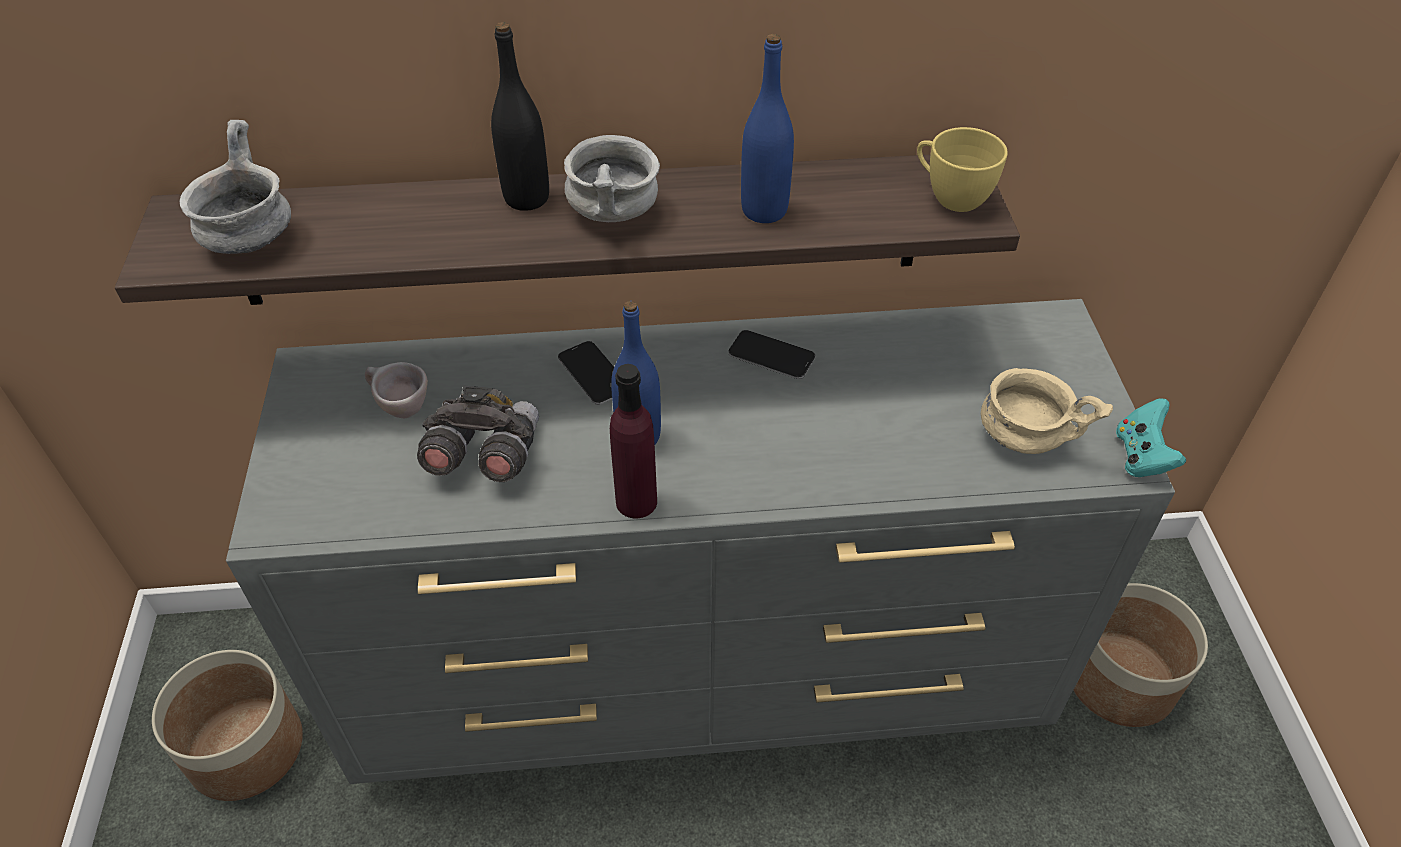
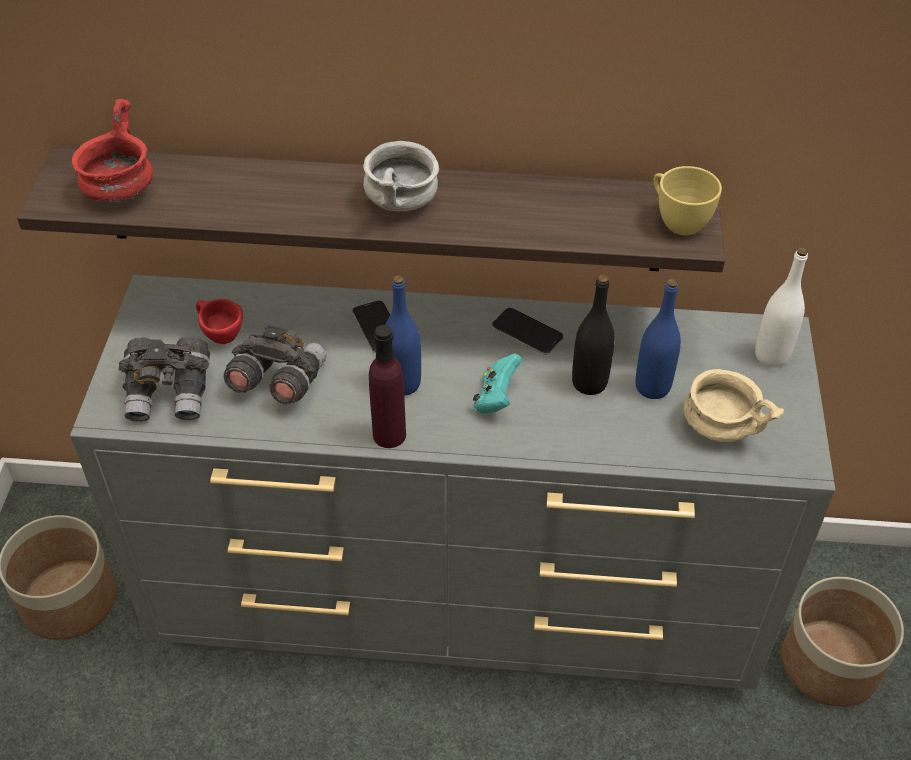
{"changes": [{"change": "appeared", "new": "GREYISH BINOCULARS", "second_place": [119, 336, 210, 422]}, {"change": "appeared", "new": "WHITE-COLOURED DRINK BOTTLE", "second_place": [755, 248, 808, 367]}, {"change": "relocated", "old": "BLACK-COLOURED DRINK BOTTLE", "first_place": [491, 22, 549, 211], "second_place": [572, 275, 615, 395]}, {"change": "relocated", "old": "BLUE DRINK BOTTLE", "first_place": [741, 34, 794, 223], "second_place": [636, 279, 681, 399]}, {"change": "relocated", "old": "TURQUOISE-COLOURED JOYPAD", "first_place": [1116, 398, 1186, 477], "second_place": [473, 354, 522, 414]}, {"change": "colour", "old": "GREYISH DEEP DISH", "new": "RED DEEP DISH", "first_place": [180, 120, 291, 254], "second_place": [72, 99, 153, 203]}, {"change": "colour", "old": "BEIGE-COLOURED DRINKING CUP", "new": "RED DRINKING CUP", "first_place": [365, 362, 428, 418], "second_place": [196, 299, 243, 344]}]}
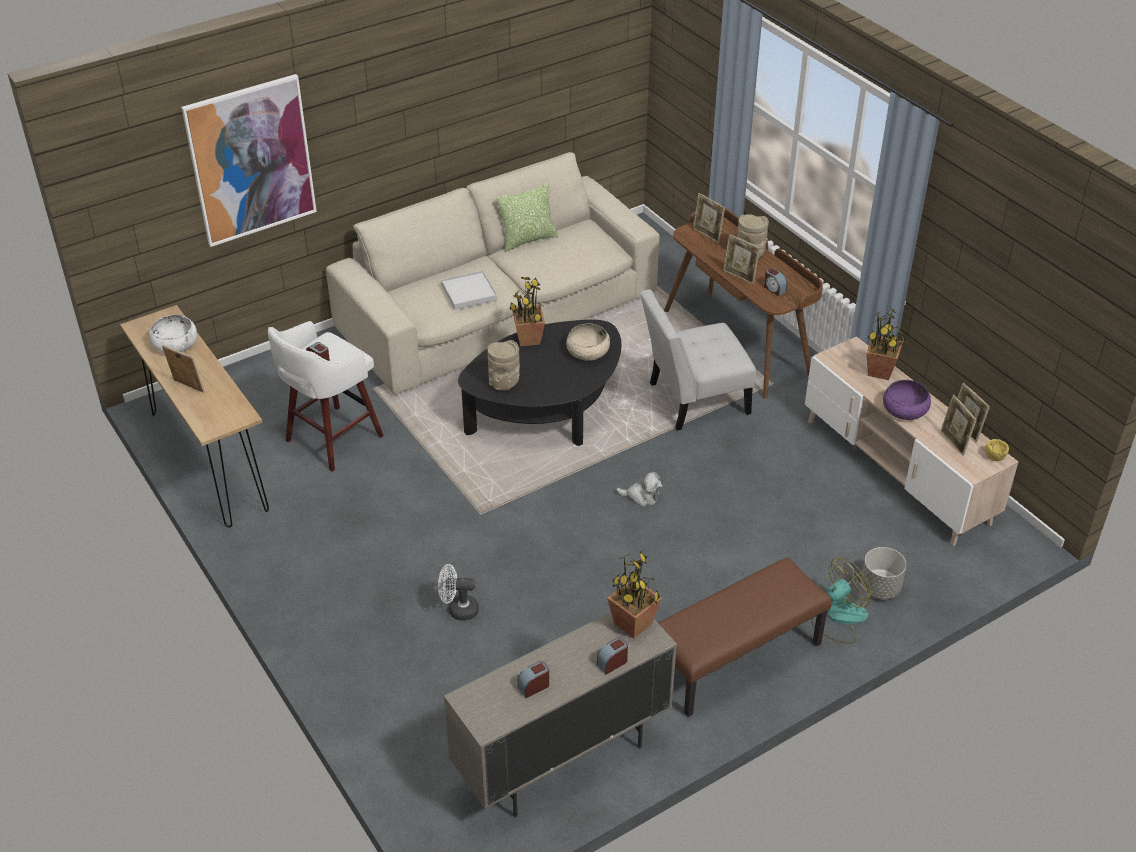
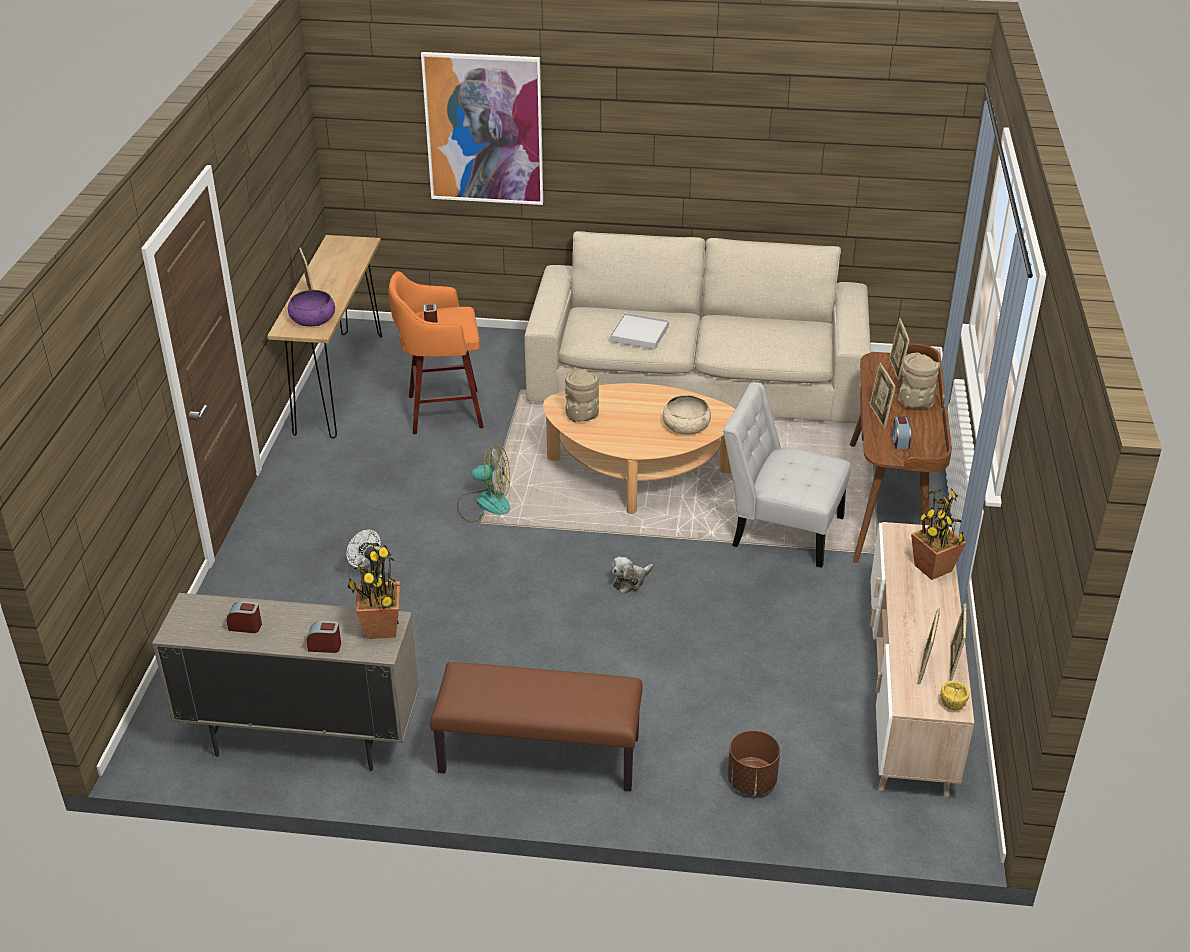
{"changes": [{"change": "missing", "old": "WHITE-COLOURED DEEP DISH", "first_place": [149, 315, 197, 353]}, {"change": "missing", "old": "PILLOW", "first_place": [496, 183, 558, 251]}, {"change": "missing", "old": "HOUSEPLANT", "first_place": [510, 277, 545, 347]}, {"change": "relocated", "old": "FAN", "first_place": [811, 558, 872, 644], "second_place": [457, 444, 510, 523]}, {"change": "relocated", "old": "PURPLE DEEP DISH", "first_place": [883, 380, 931, 420], "second_place": [288, 290, 335, 326]}, {"change": "colour", "old": "WHITE-COLOURED STOOL SEAT", "new": "ORANGEY STOOL SEAT", "first_place": [268, 321, 384, 472], "second_place": [388, 271, 484, 434]}, {"change": "colour", "old": "BLACK-COLOURED LOW TABLE", "new": "BEIGE-COLOURED LOW TABLE", "first_place": [458, 320, 622, 446], "second_place": [543, 383, 735, 514]}, {"change": "colour", "old": "GREYISH PLANT POT", "new": "BROWNISH PLANT POT", "first_place": [860, 547, 906, 599], "second_place": [728, 730, 780, 795]}, {"change": "spun", "old": "CUDDLY TOY", "first_place": [616, 472, 663, 507], "second_place": [612, 557, 654, 594], "degrees": 90}]}
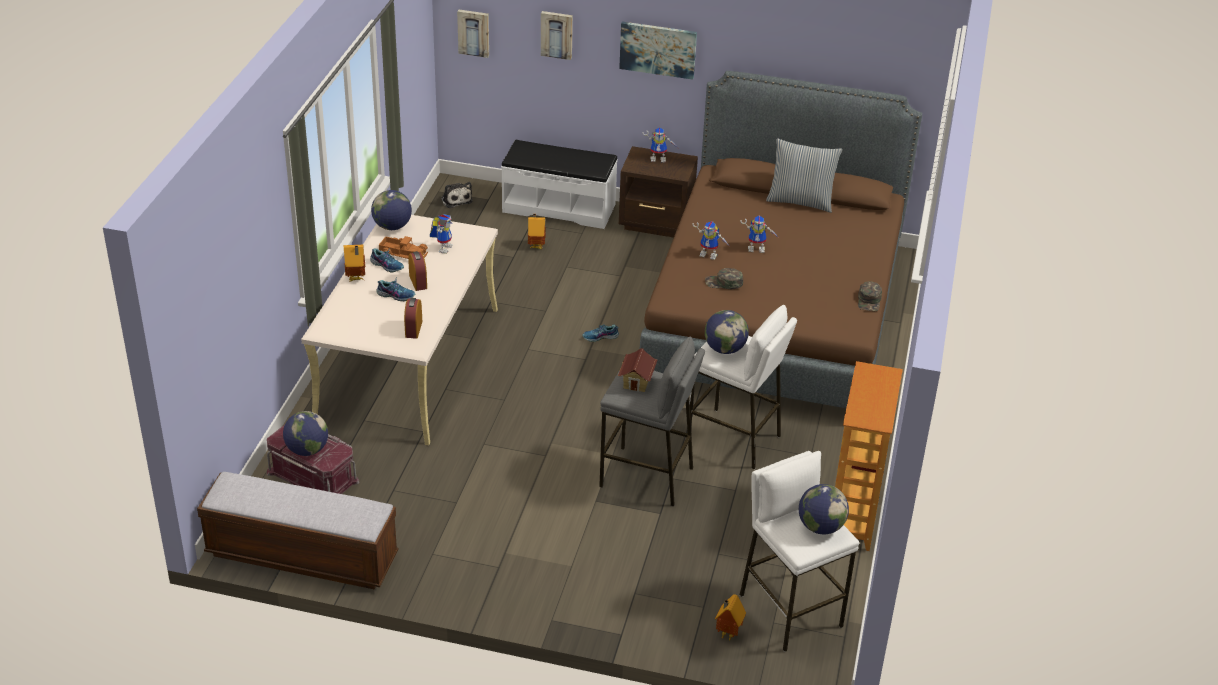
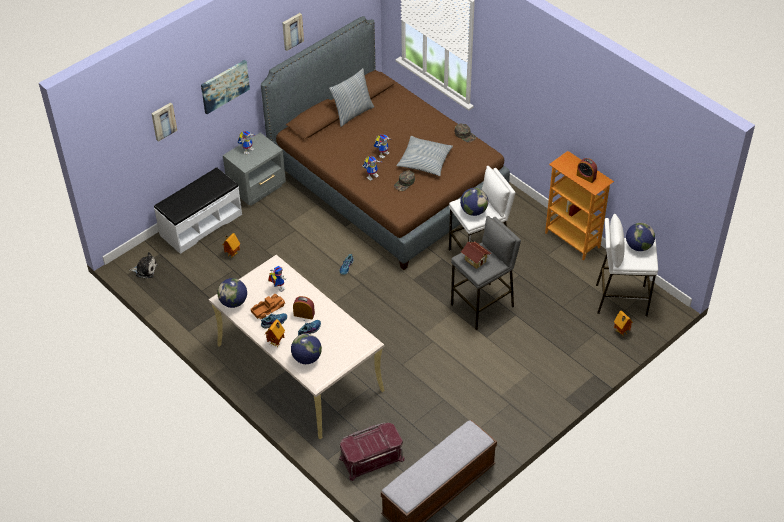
{"changes": [{"change": "appeared", "new": "PILLOW", "second_place": [397, 136, 453, 176]}, {"change": "relocated", "old": "GLOBE", "first_place": [283, 411, 328, 456], "second_place": [291, 334, 322, 364]}, {"change": "relocated", "old": "ALARM CLOCK", "first_place": [404, 298, 422, 339], "second_place": [577, 158, 597, 183]}, {"change": "relocated", "old": "WALL ART", "first_place": [457, 10, 489, 58], "second_place": [282, 13, 304, 51]}, {"change": "colour", "old": "BROWNISH BEDSIDE TABLE", "new": "GREYISH BEDSIDE TABLE", "first_place": [619, 146, 698, 237], "second_place": [223, 132, 286, 206]}]}
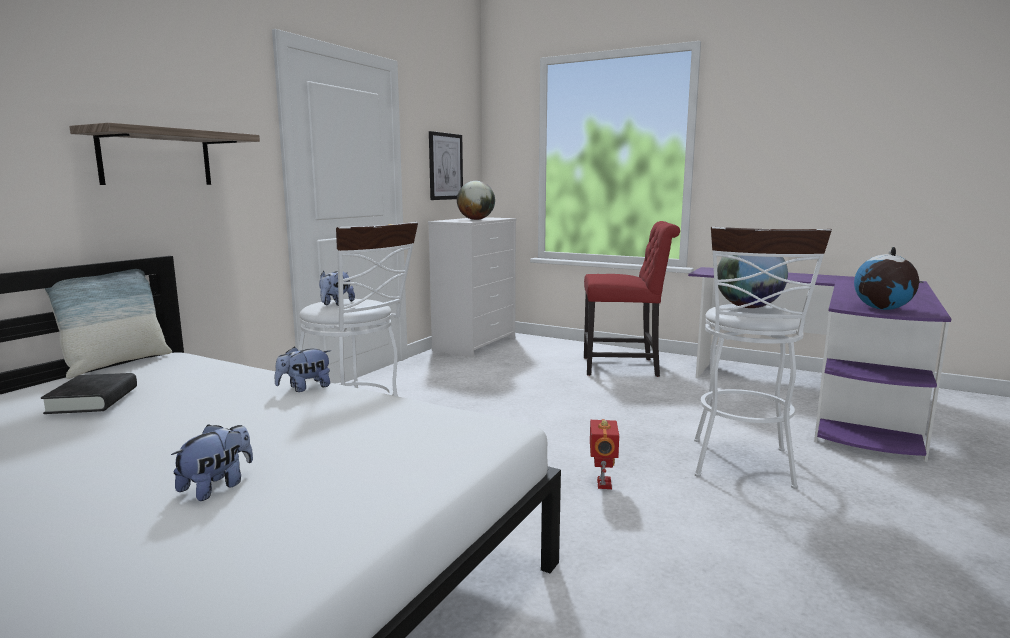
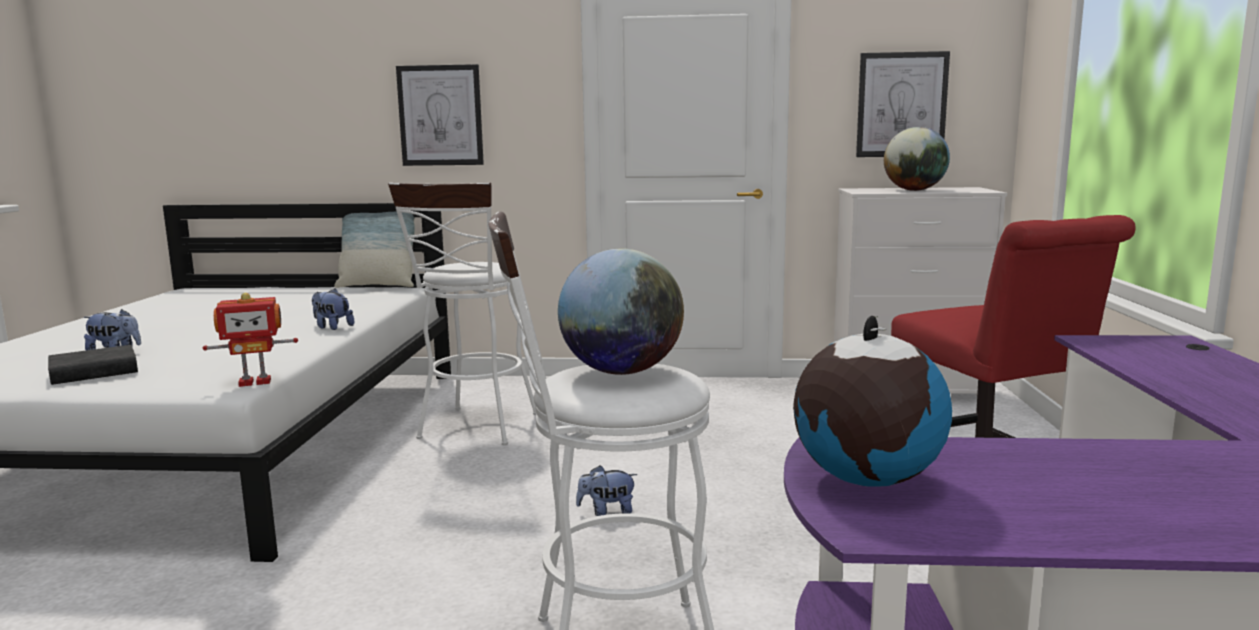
{"changes": [{"change": "relocated", "old": "BLACK-COLOURED BOUND BOOK", "first_place": [41, 373, 137, 414], "second_place": [48, 345, 138, 385]}, {"change": "relocated", "old": "CUDDLY TOY", "first_place": [319, 271, 355, 306], "second_place": [576, 465, 637, 516]}, {"change": "relocated", "old": "ROBOT FIGURE", "first_place": [590, 419, 620, 489], "second_place": [203, 293, 298, 387]}, {"change": "exchanged", "old": "WALL SHELF", "new": "WALL ART", "first_place": [69, 123, 260, 185], "second_place": [396, 64, 484, 166]}]}
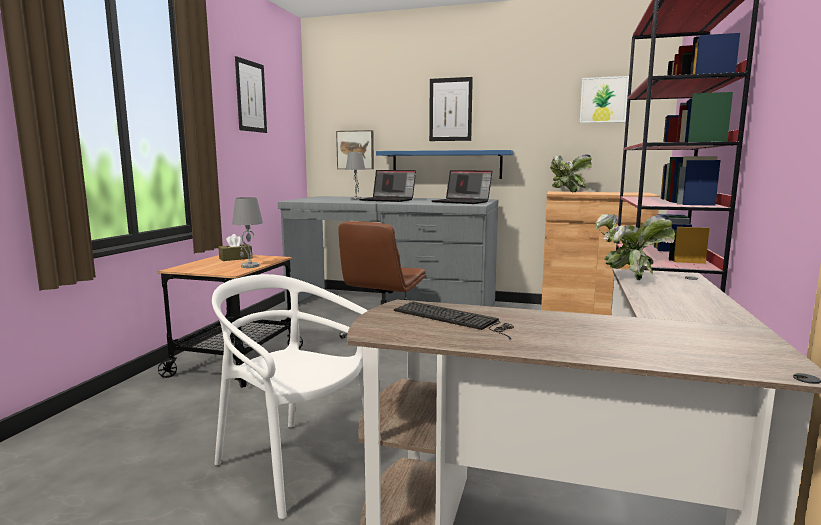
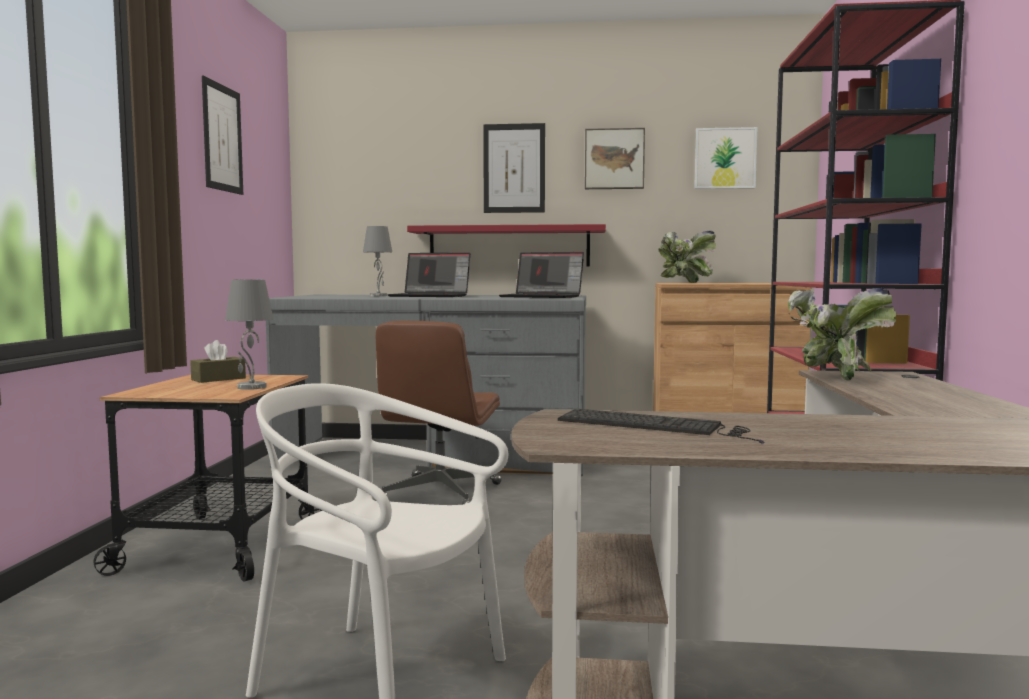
{"changes": [{"change": "relocated", "old": "WALL ART", "first_place": [336, 130, 374, 169], "second_place": [585, 128, 645, 189]}, {"change": "colour", "old": "BLUE WALL SHELF", "new": "RED WALL SHELF", "first_place": [376, 150, 513, 179], "second_place": [407, 224, 606, 266]}]}
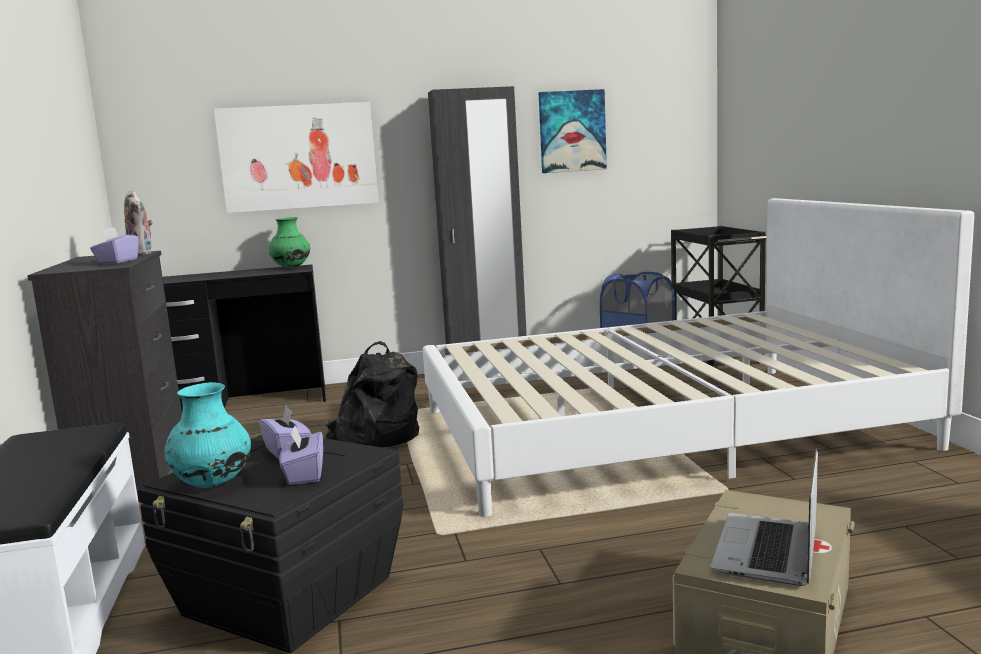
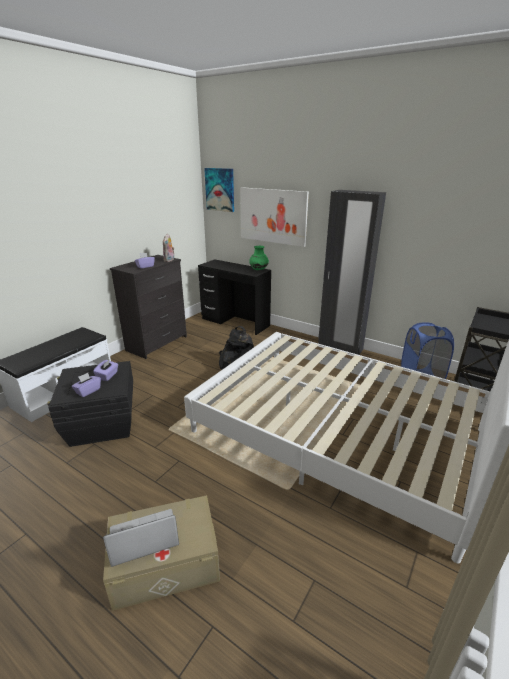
{"changes": [{"change": "missing", "old": "TURQUOISE-COLOURED VASE", "first_place": [164, 382, 251, 488]}, {"change": "relocated", "old": "WALL ART", "first_place": [539, 89, 607, 173], "second_place": [204, 168, 234, 212]}]}
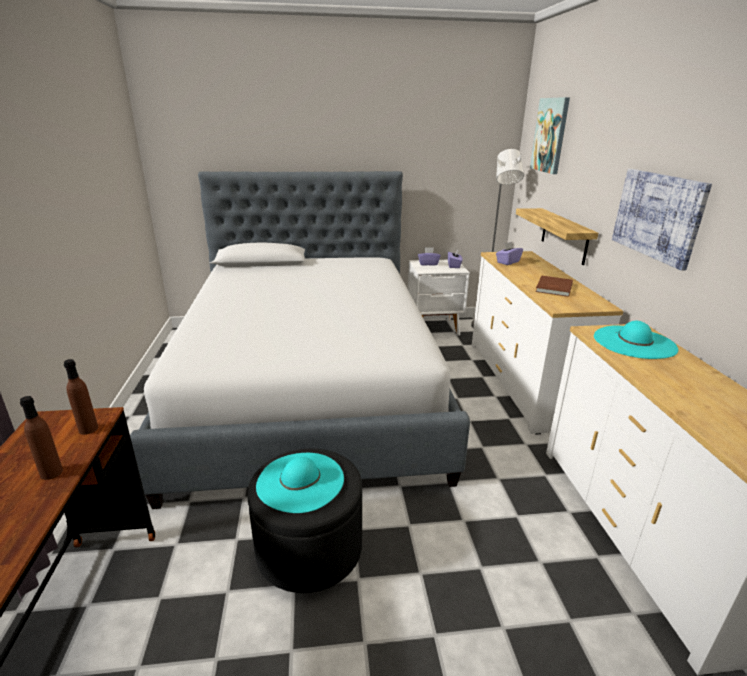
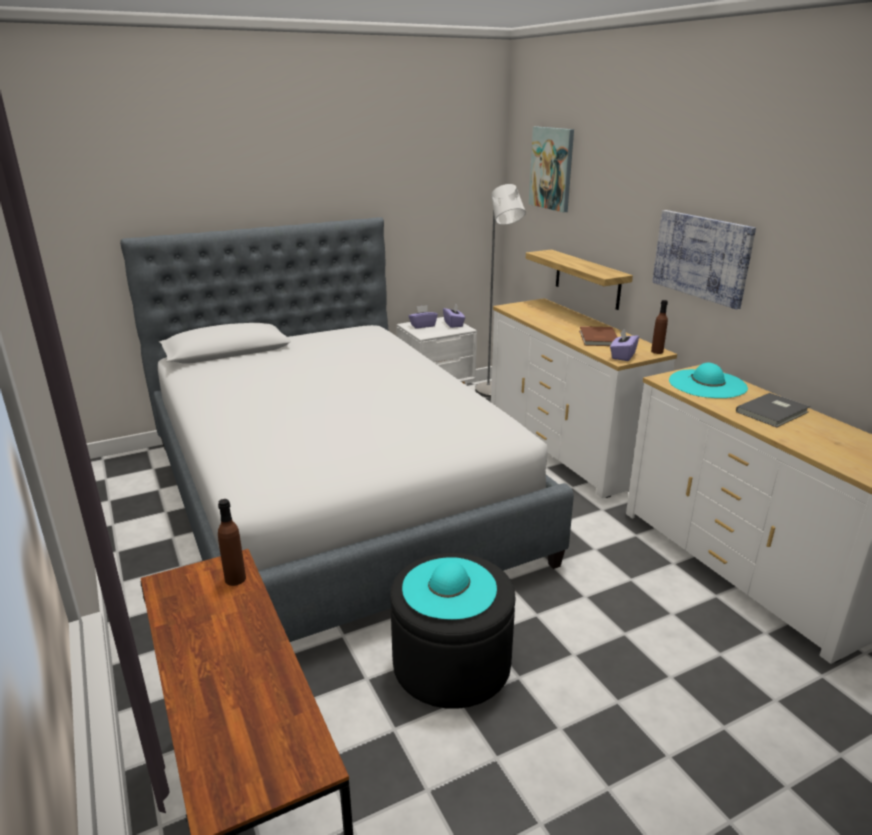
{"changes": [{"change": "appeared", "new": "GREYISH BOUND BOOK", "second_place": [736, 393, 810, 427]}, {"change": "relocated", "old": "BROWNISH DRINK BOTTLE", "first_place": [20, 396, 63, 480], "second_place": [651, 300, 668, 354]}, {"change": "relocated", "old": "PURPLE TISSUE HOLDER", "first_place": [496, 242, 523, 265], "second_place": [610, 328, 639, 361]}]}
